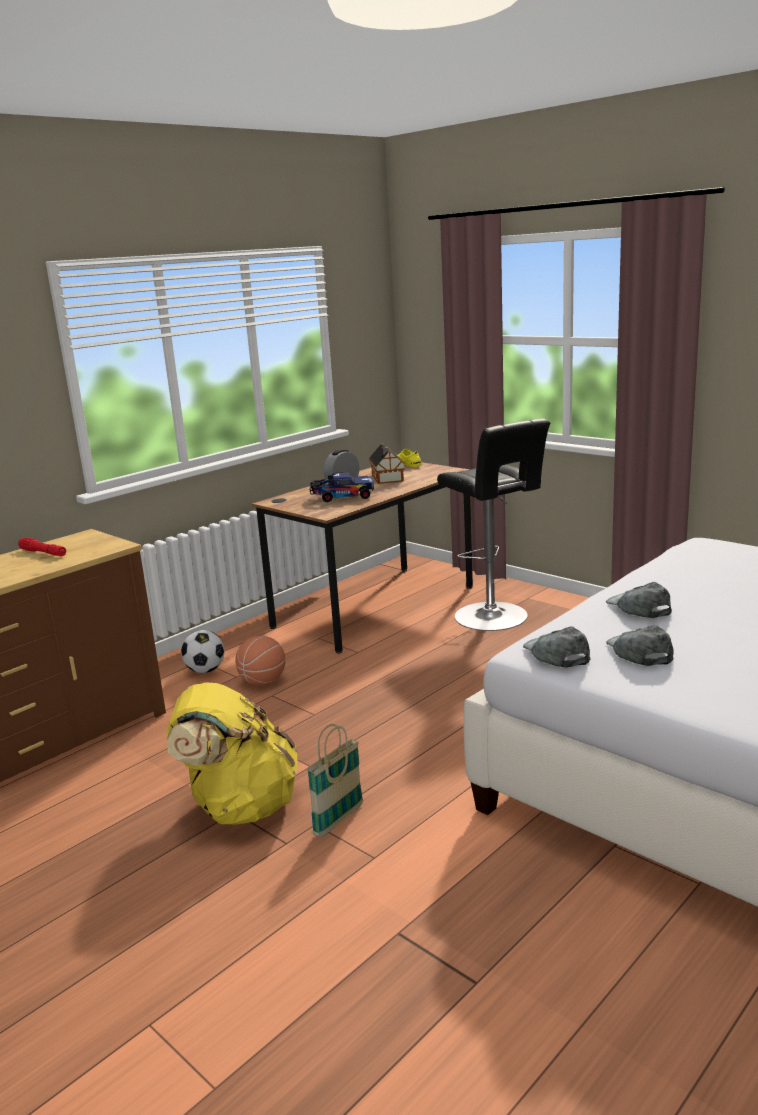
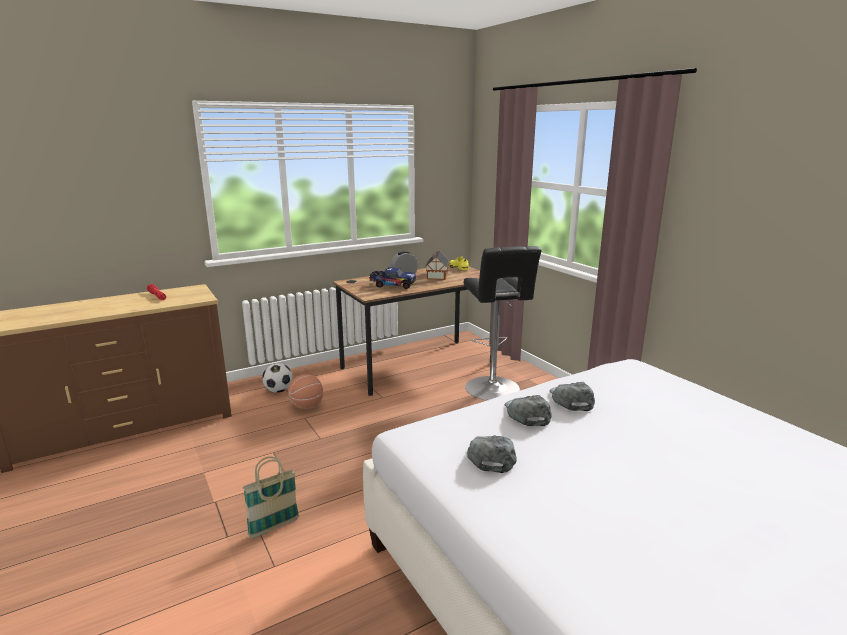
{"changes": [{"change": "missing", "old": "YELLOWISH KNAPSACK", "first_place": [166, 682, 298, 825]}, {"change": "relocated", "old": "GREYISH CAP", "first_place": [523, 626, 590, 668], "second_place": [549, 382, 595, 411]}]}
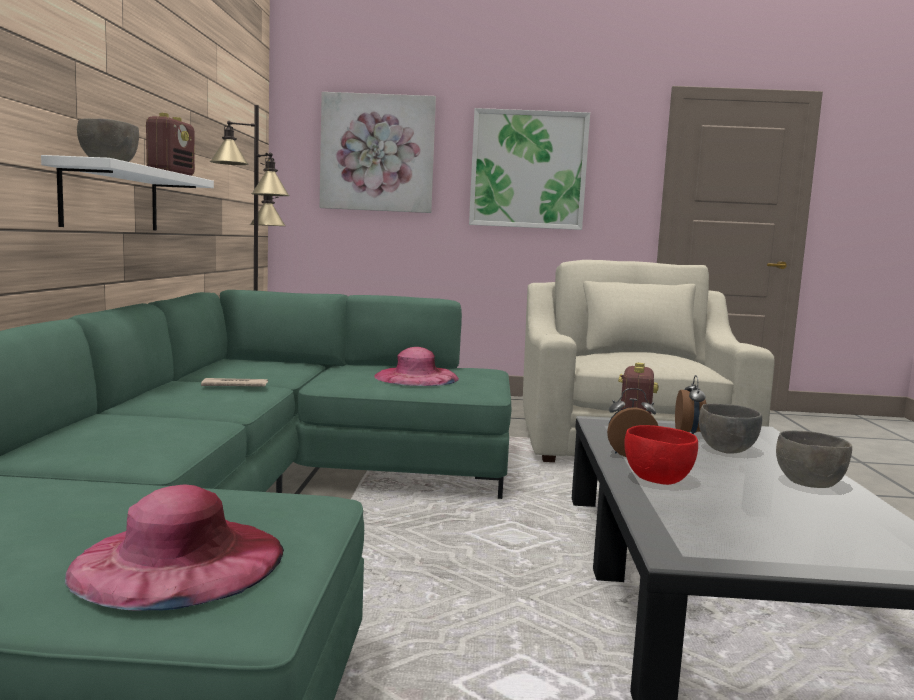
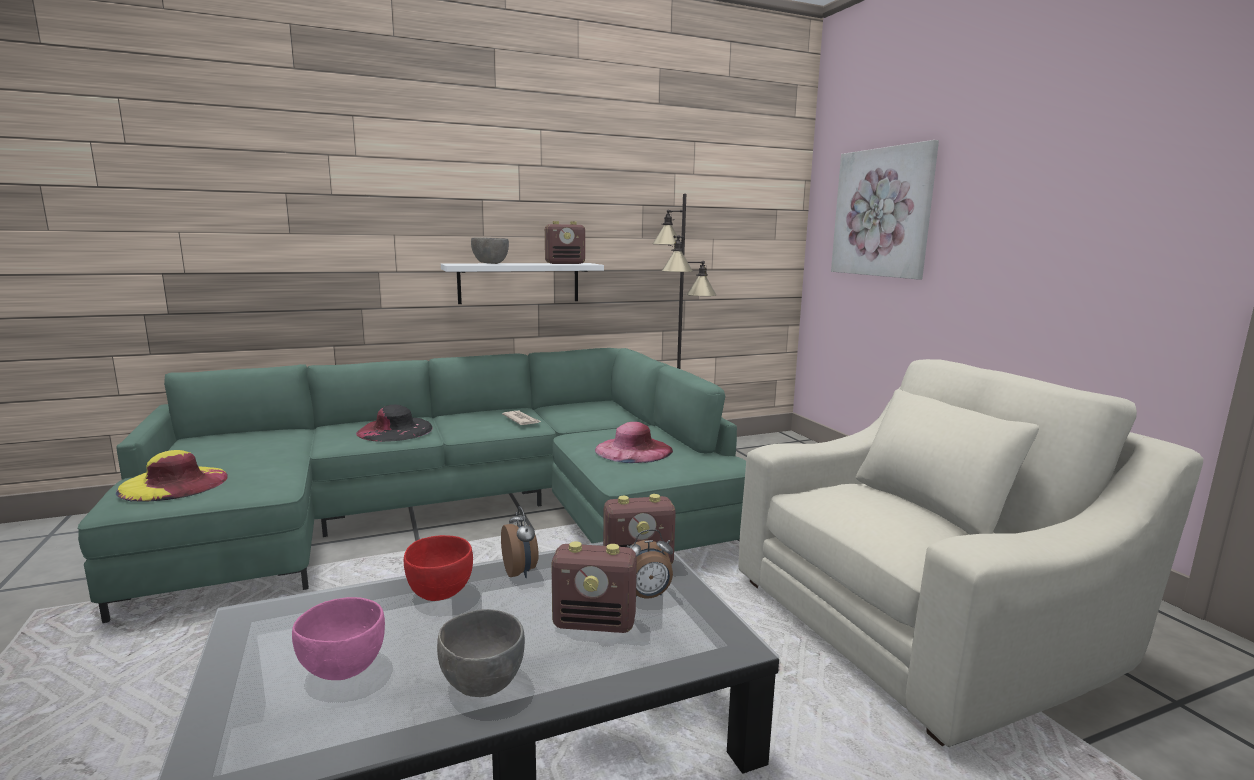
{"changes": [{"change": "missing", "old": "WALL ART", "first_place": [469, 108, 590, 230]}, {"change": "appeared", "new": "PINKISH DEEP DISH", "second_place": [292, 597, 385, 680]}, {"change": "appeared", "new": "BLACK-COLOURED CLOTHING HAT", "second_place": [356, 405, 433, 442]}, {"change": "exchanged", "old": "GREYISH DEEP DISH", "new": "RADIO RECEIVER", "first_place": [699, 404, 762, 454], "second_place": [551, 541, 637, 633]}, {"change": "colour", "old": "PINKISH CLOTHING HAT", "new": "YELLOWISH CLOTHING HAT", "first_place": [65, 484, 284, 611], "second_place": [116, 450, 228, 502]}]}
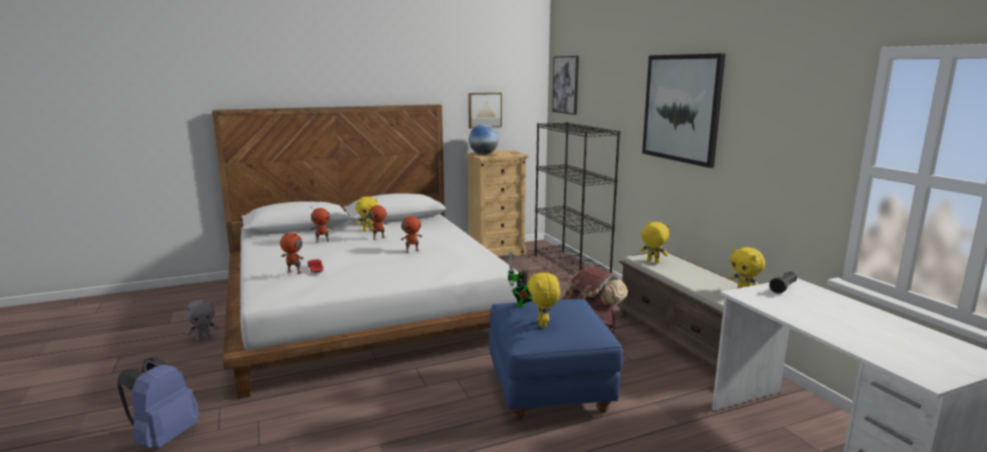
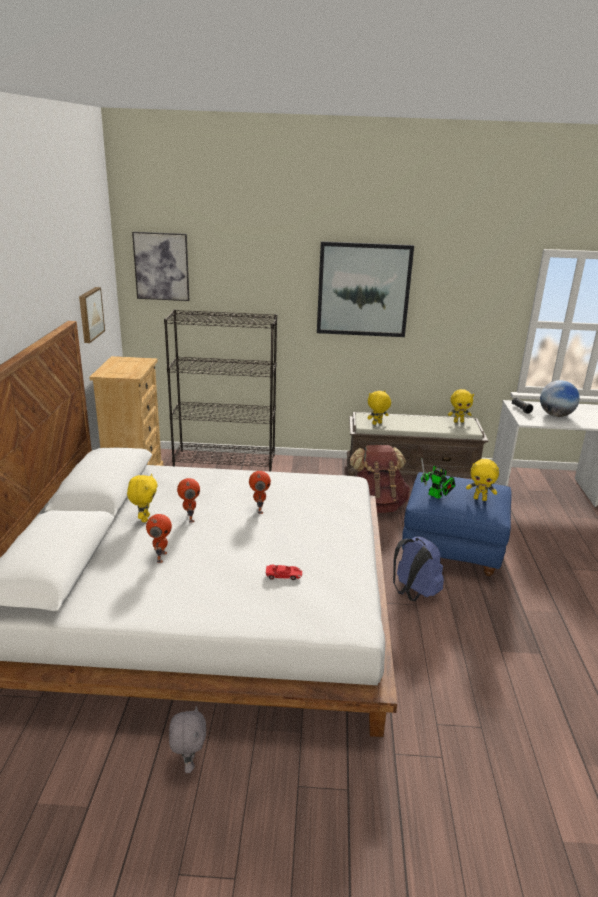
{"changes": [{"change": "missing", "old": "ROBOT FIGURE", "first_place": [280, 232, 304, 274]}, {"change": "relocated", "old": "BLUE KNAPSACK", "first_place": [118, 357, 199, 449], "second_place": [393, 536, 444, 601]}, {"change": "relocated", "old": "GLOBE", "first_place": [469, 124, 499, 155], "second_place": [540, 380, 580, 417]}]}
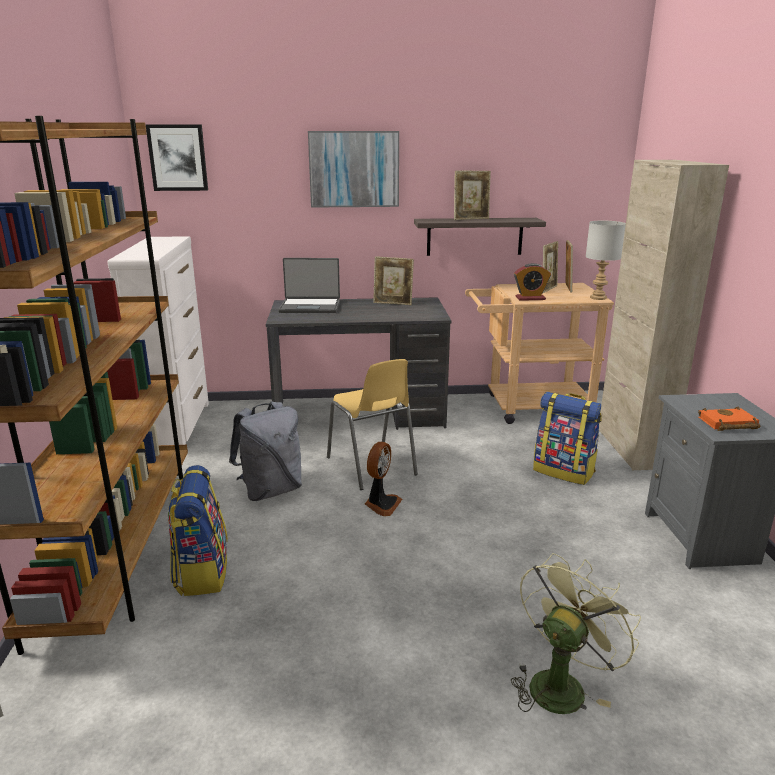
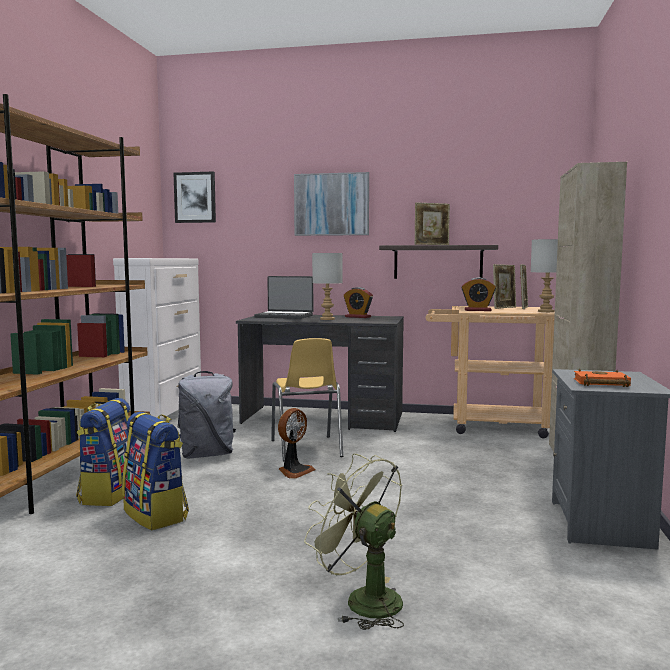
{"changes": [{"change": "appeared", "new": "GREYISH TABLETOP LAMP", "second_place": [312, 253, 343, 320]}, {"change": "relocated", "old": "KNAPSACK", "first_place": [533, 392, 602, 485], "second_place": [122, 412, 189, 530]}, {"change": "exchanged", "old": "PHOTO FRAME", "new": "ALARM CLOCK", "first_place": [373, 256, 414, 305], "second_place": [344, 287, 373, 318]}, {"change": "spun", "old": "GREENISH FAN", "first_place": [511, 553, 641, 714], "second_place": [304, 454, 404, 630], "degrees": -105}]}
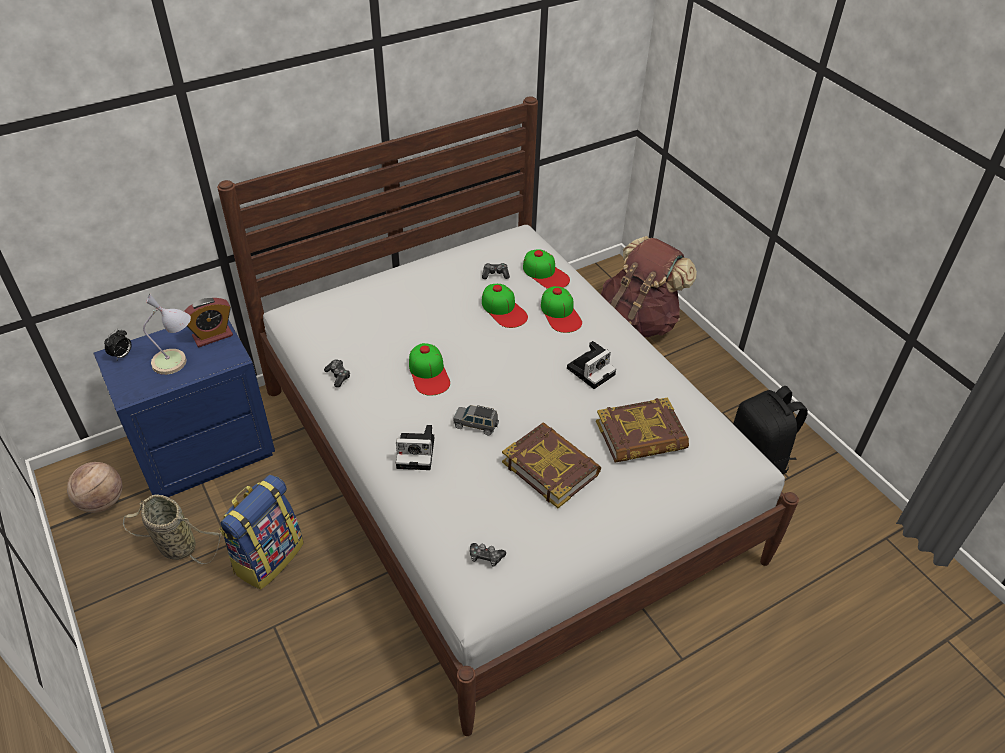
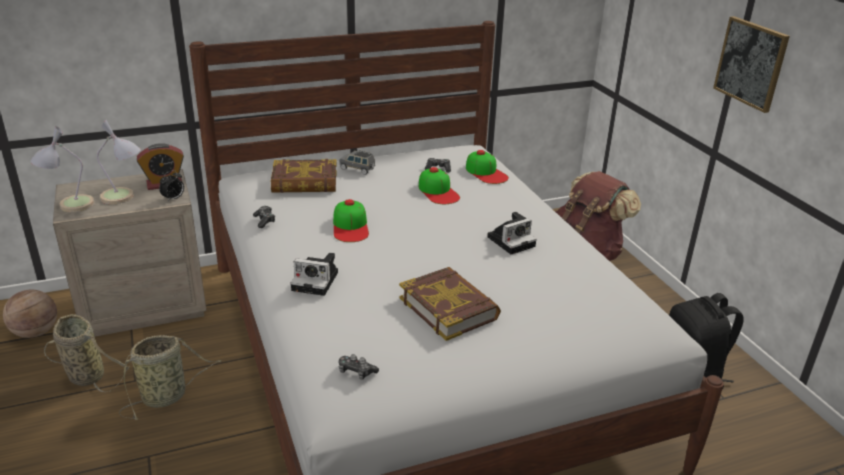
{"changes": [{"change": "missing", "old": "CAP", "first_place": [541, 286, 582, 333]}, {"change": "appeared", "new": "TABLETOP LAMP", "second_place": [30, 126, 95, 212]}, {"change": "appeared", "new": "WALL ART", "second_place": [713, 16, 790, 113]}, {"change": "relocated", "old": "ALARM CLOCK", "first_place": [104, 329, 131, 360], "second_place": [159, 170, 184, 201]}, {"change": "relocated", "old": "GREYISH TOY CAR", "first_place": [454, 405, 499, 435], "second_place": [340, 150, 375, 175]}, {"change": "relocated", "old": "BOUND BOOK", "first_place": [596, 397, 689, 463], "second_place": [271, 159, 337, 193]}, {"change": "exchanged", "old": "KNAPSACK", "new": "STORAGE BASKET", "first_place": [219, 475, 304, 590], "second_place": [119, 335, 222, 420]}, {"change": "colour", "old": "BLUE BEDSIDE TABLE", "new": "BEIGE-COLOURED BEDSIDE TABLE", "first_place": [94, 319, 275, 497], "second_place": [53, 169, 207, 337]}]}
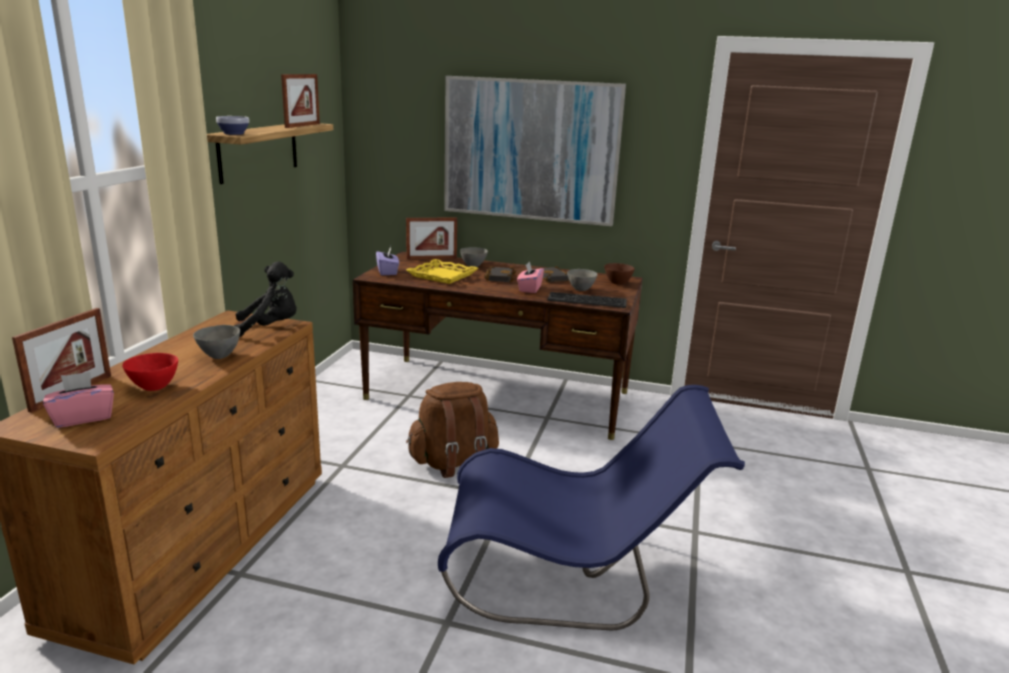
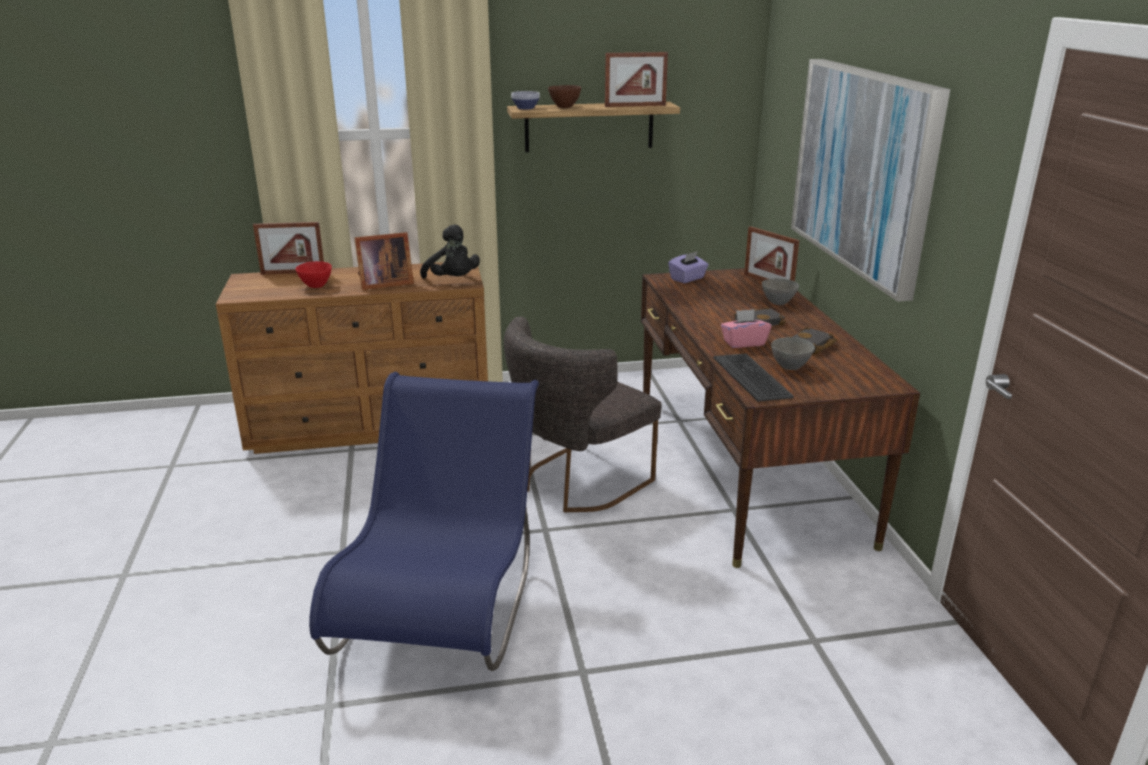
{"changes": [{"change": "missing", "old": "PINKISH TISSUE HOLDER", "first_place": [43, 371, 114, 428]}, {"change": "missing", "old": "YELLOWISH CARRYING TRAY", "first_place": [406, 259, 478, 284]}, {"change": "relocated", "old": "BROWNISH DEEP DISH", "first_place": [604, 263, 635, 285], "second_place": [548, 85, 581, 108]}, {"change": "exchanged", "old": "GREYISH DEEP DISH", "new": "PHOTO FRAME", "first_place": [193, 325, 240, 359], "second_place": [354, 232, 414, 290]}, {"change": "exchanged", "old": "BROWNISH KNAPSACK", "new": "GREYISH CHAIR", "first_place": [406, 382, 499, 478], "second_place": [504, 317, 662, 512]}, {"change": "spun", "old": "BLUE CHAIR", "first_place": [438, 385, 745, 630], "second_place": [309, 372, 539, 671], "degrees": -150}]}
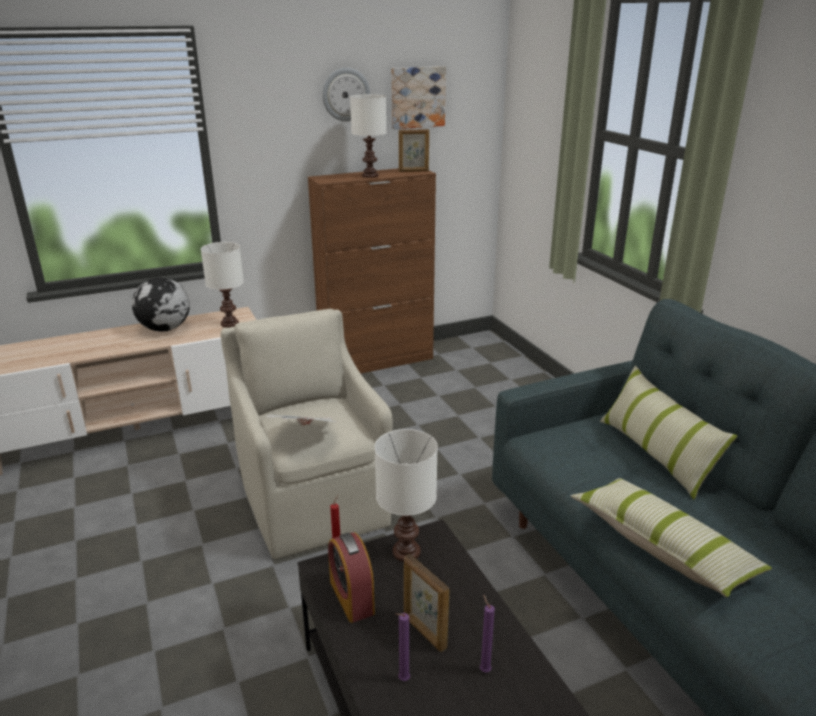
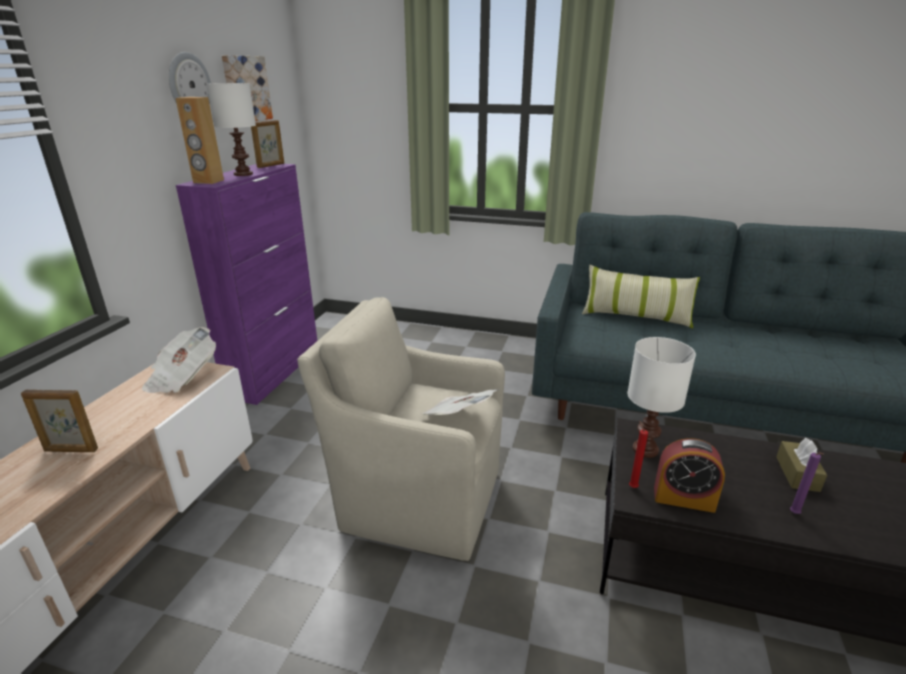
{"changes": [{"change": "missing", "old": "GLOBE", "first_place": [132, 277, 190, 332]}, {"change": "missing", "old": "PILLOW", "first_place": [571, 478, 772, 597]}, {"change": "appeared", "new": "BROWNISH SPEAKER", "second_place": [176, 97, 224, 184]}, {"change": "relocated", "old": "PHOTO FRAME", "first_place": [404, 554, 449, 652], "second_place": [21, 389, 98, 452]}, {"change": "exchanged", "old": "WHITE-COLOURED TABLETOP LAMP", "new": "PRINTED PAPER", "first_place": [201, 242, 244, 328], "second_place": [142, 327, 216, 393]}, {"change": "exchanged", "old": "PURPLE CANDLE", "new": "BROWNISH TISSUE HOLDER", "first_place": [480, 594, 495, 672], "second_place": [776, 438, 827, 492]}, {"change": "colour", "old": "BROWNISH CABINET", "new": "PURPLE CABINET", "first_place": [308, 168, 436, 373], "second_place": [176, 164, 317, 405]}]}
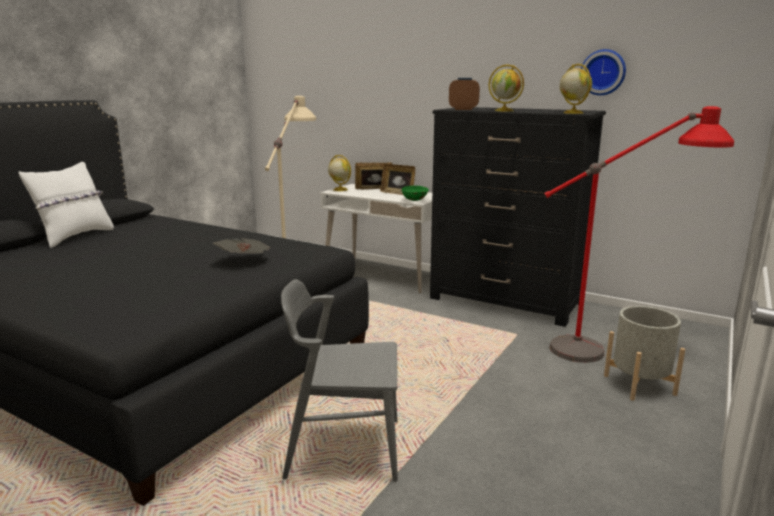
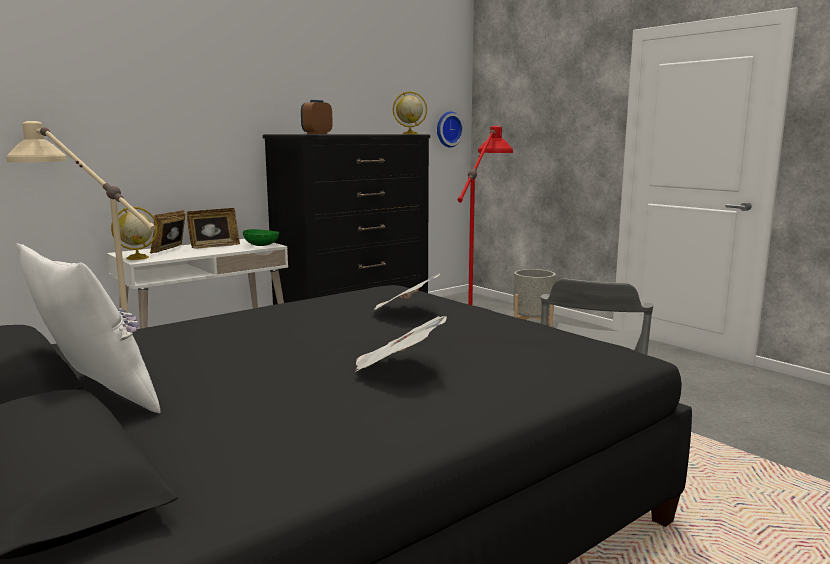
{"changes": [{"change": "missing", "old": "GLOBE", "first_place": [488, 64, 524, 111]}, {"change": "appeared", "new": "PRINTED PAPER", "second_place": [355, 316, 447, 372]}, {"change": "relocated", "old": "WALL CLOCK", "first_place": [581, 49, 626, 95], "second_place": [437, 111, 464, 148]}]}
